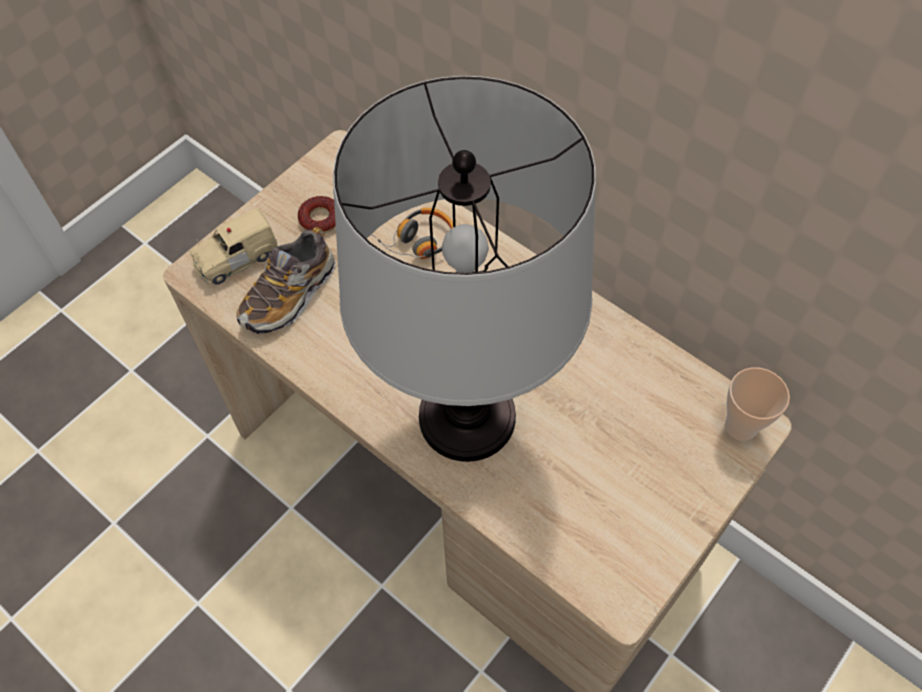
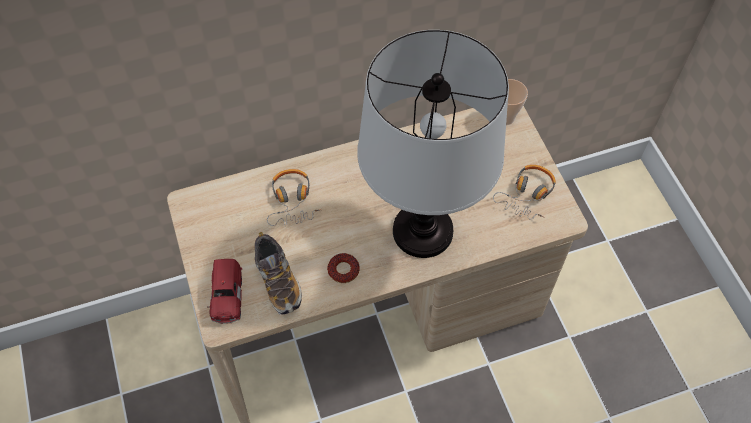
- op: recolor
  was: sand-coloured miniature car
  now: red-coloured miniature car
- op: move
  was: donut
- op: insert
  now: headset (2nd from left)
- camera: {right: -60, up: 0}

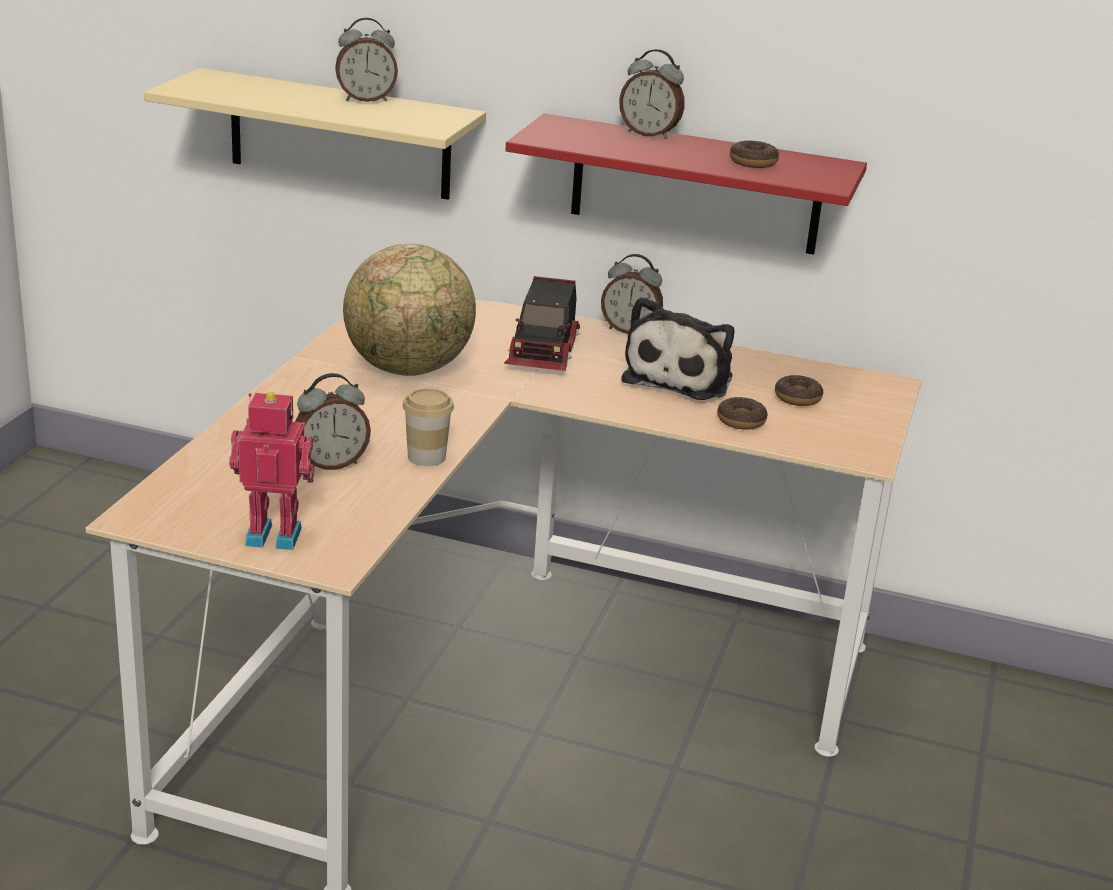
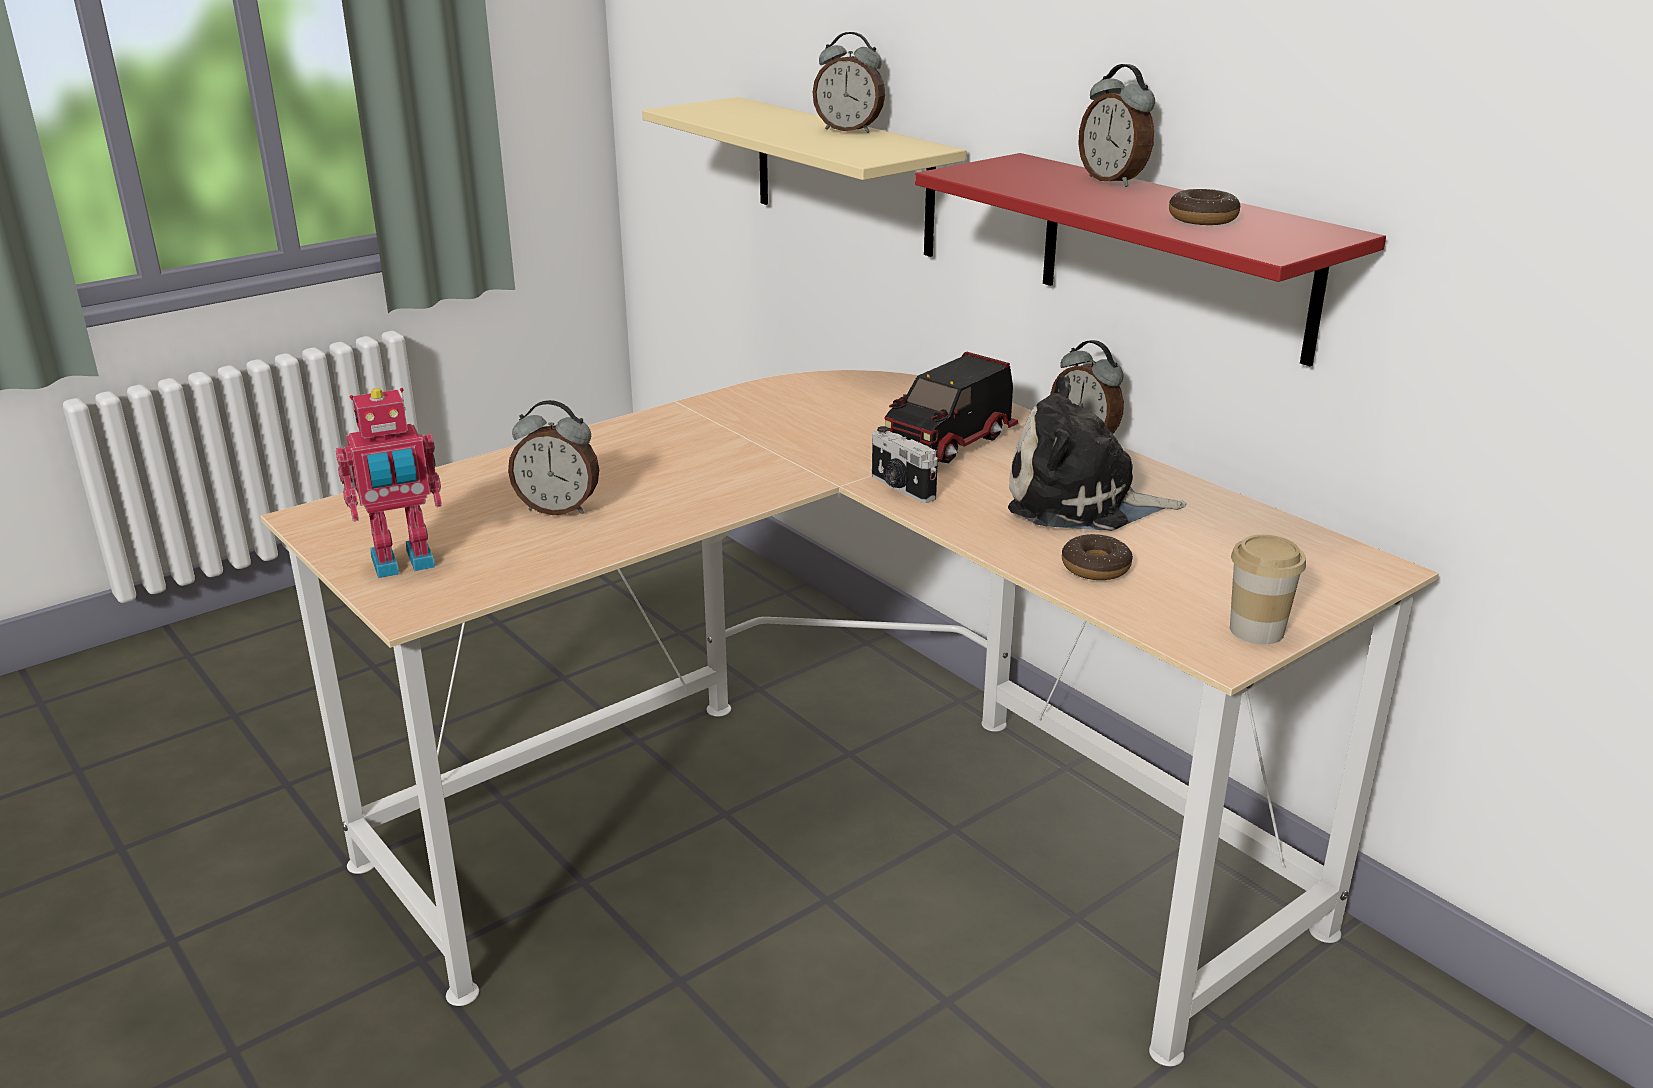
- op: rotate
  was: robot figure
  clockwise: 120
- op: delete
  was: globe
- op: move
  was: small cup
- op: rotate
  was: cuddly toy
  clockwise: 45
- op: delete
  was: donut (3rd from left)
- op: insert
  now: photo camera
- camera: {right: 35, up: 0}

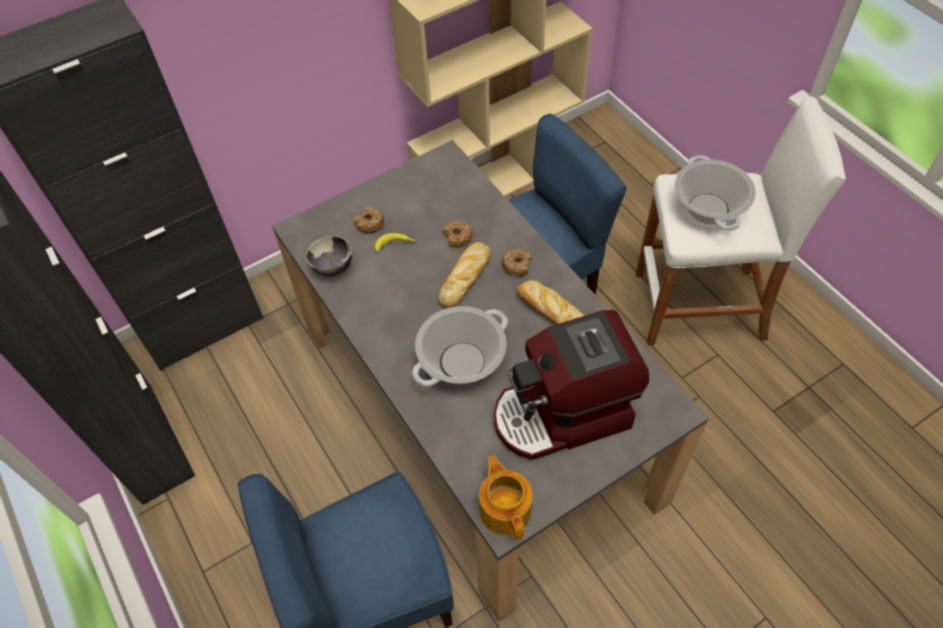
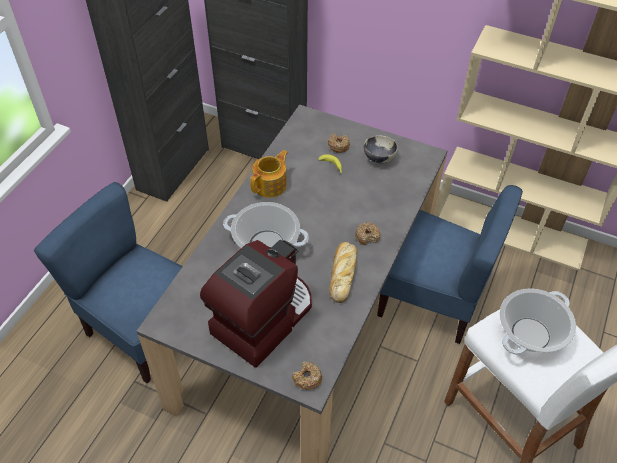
- op: move
  was: bowl
- op: delete
  was: baked bread (1st from left)
- op: move
  was: donut (2nd from left in the first image)
  now: donut (1st from left)
- op: move
  was: pot for tea
- op: rotate
  was: coffee maker
  clockwise: 90
- camera: {right: 55, up: -5}

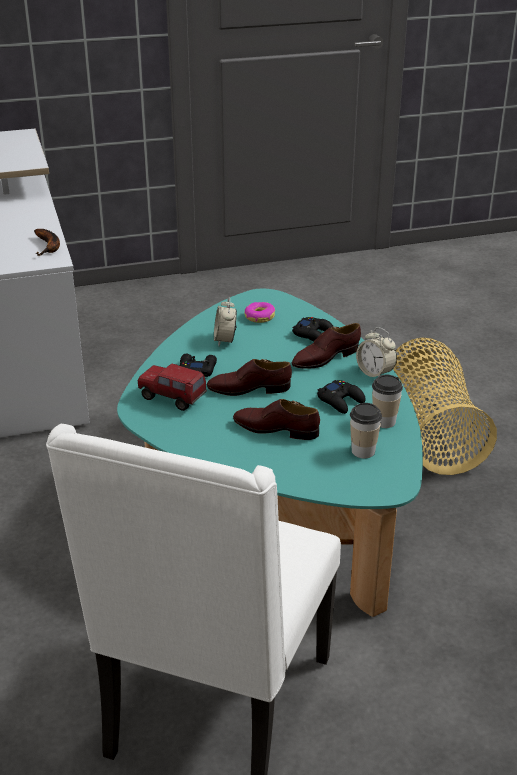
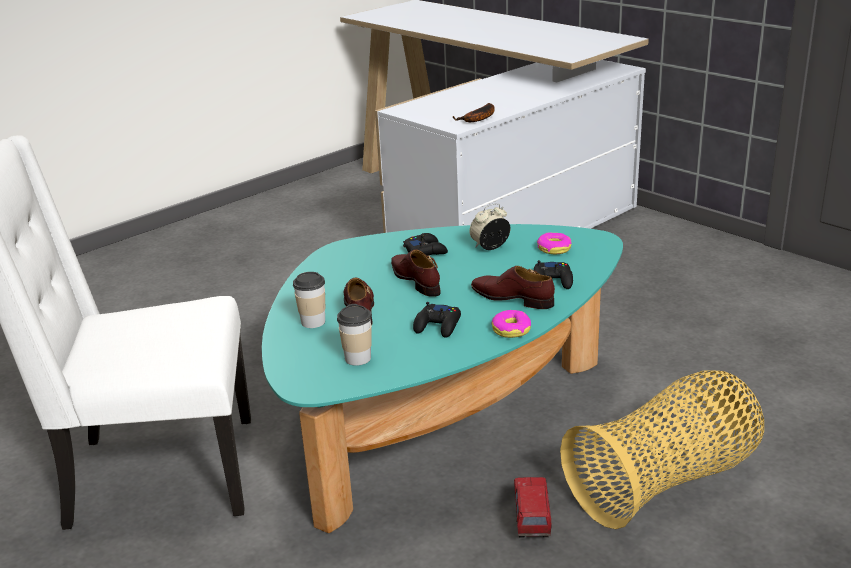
- op: move
  was: toy lorry
- op: replace
  was: table clock (2nd from left)
  now: donut (1st from left)
- op: move
  was: small cup (2nd from left in the first image)
  now: small cup (1st from left)
- camera: {right: 65, up: -5}

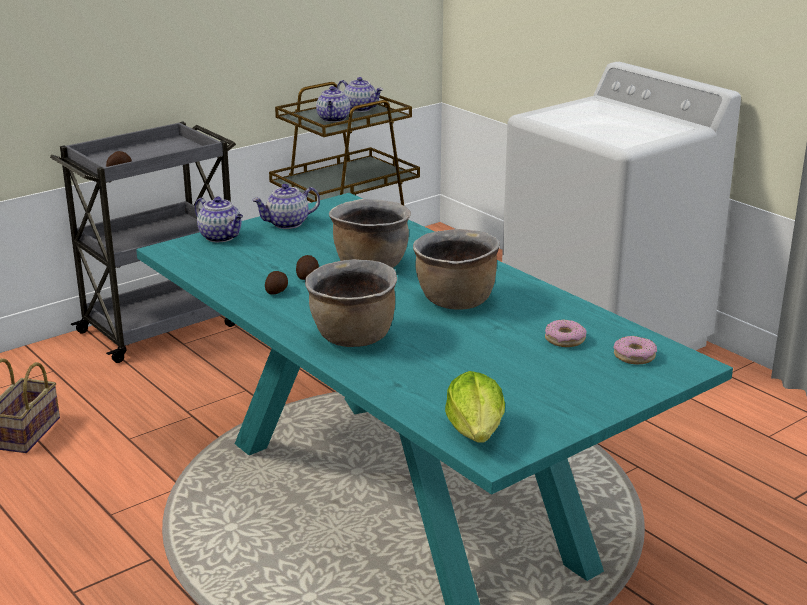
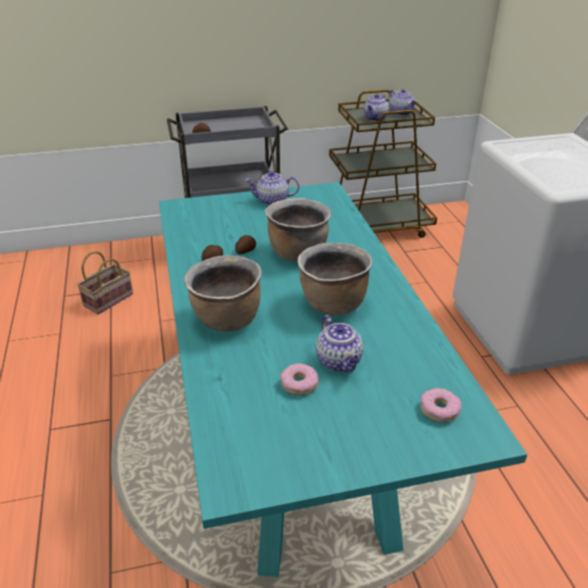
- op: move
  was: pot for tea (1st from left in the first image)
  now: pot for tea (2nd from left)
- op: delete
  was: lettuce
- op: move
  was: donut (1st from left)
- camera: {right: 25, up: 10}

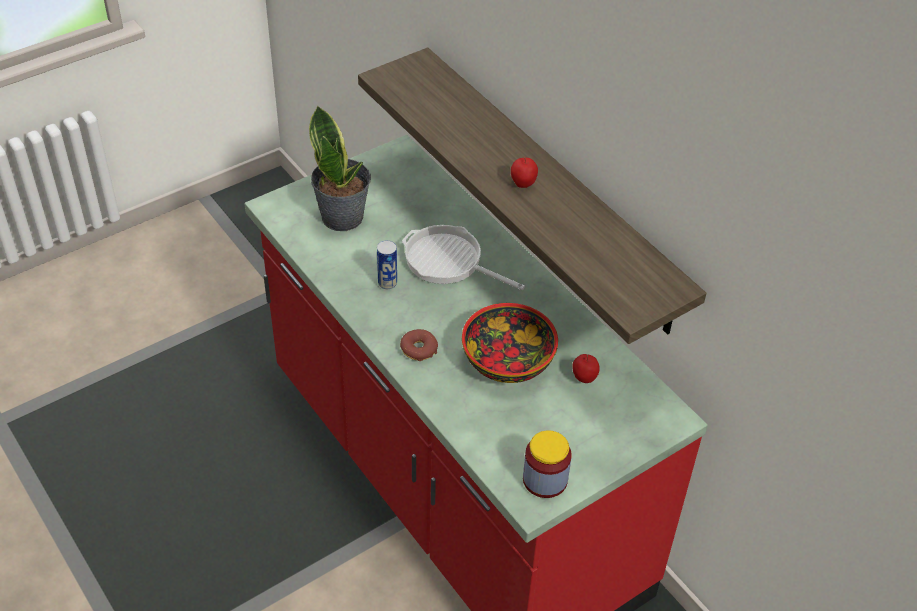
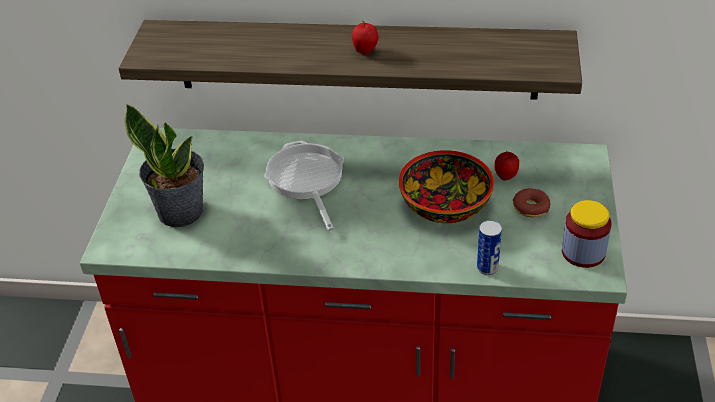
- op: move
  was: metal can
- op: move
  was: donut
- op: rotate
  was: pan
  clockwise: 90
- camera: {right: -45, up: -5}

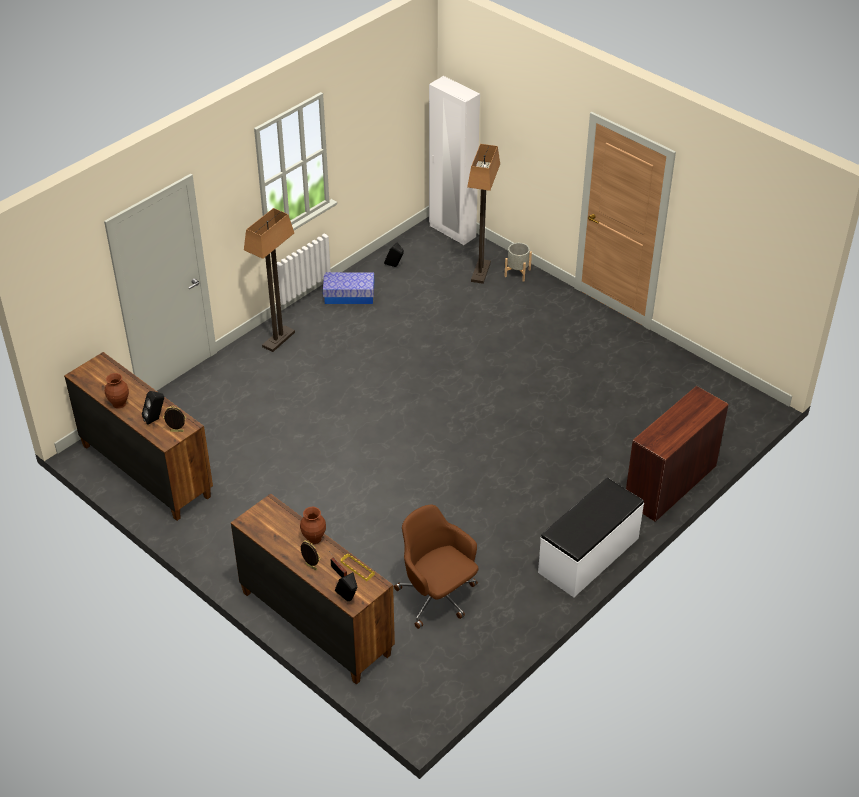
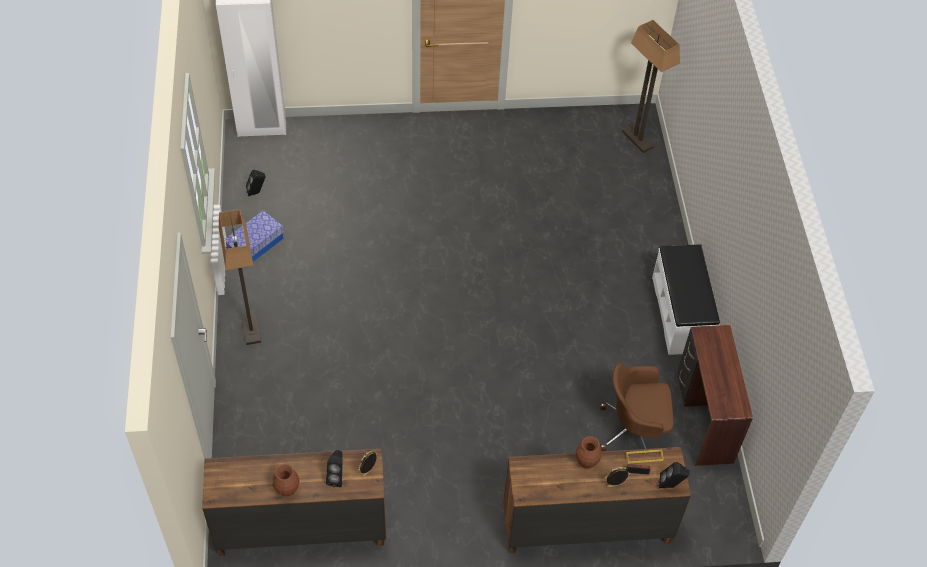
- op: move
  was: standing lamp (2nd from left)
- op: delete
  was: gray flower pot
- op: move
  was: brownish desk unit
- camera: {right: -50, up: 10}

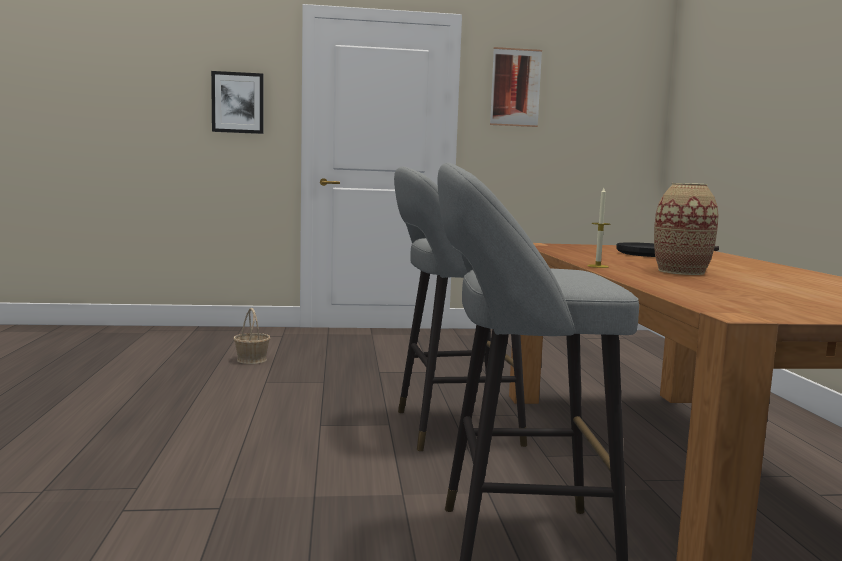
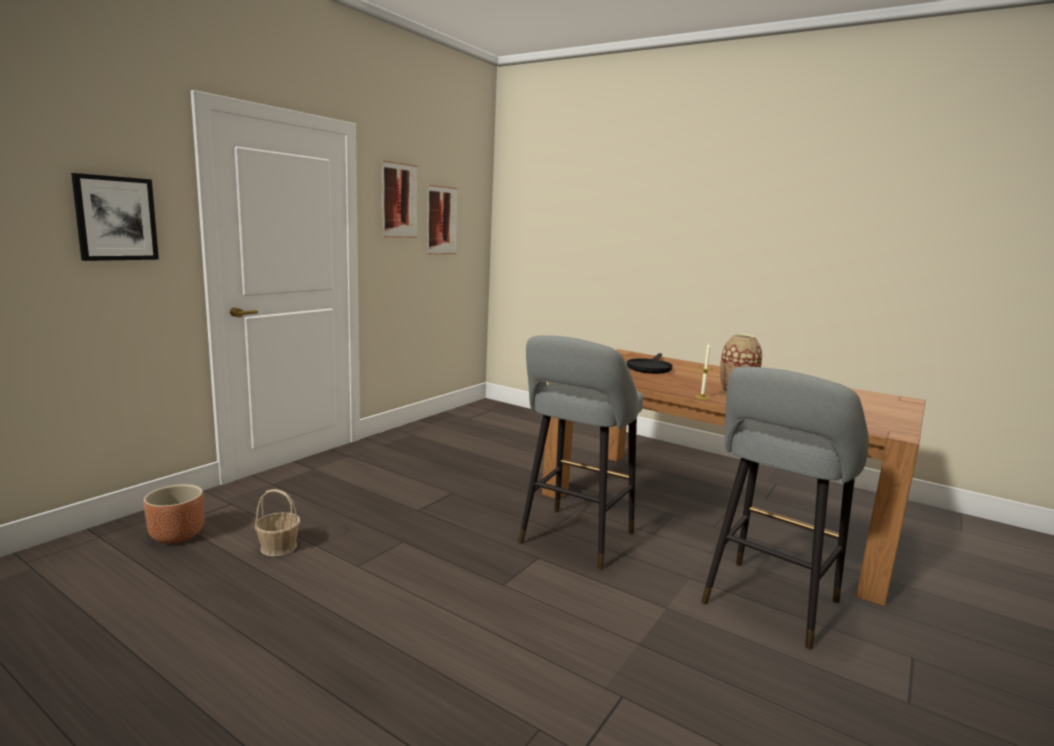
- op: insert
  now: brownish flower pot
- op: insert
  now: picture (3rd from left)
- camera: {right: -50, up: 5}

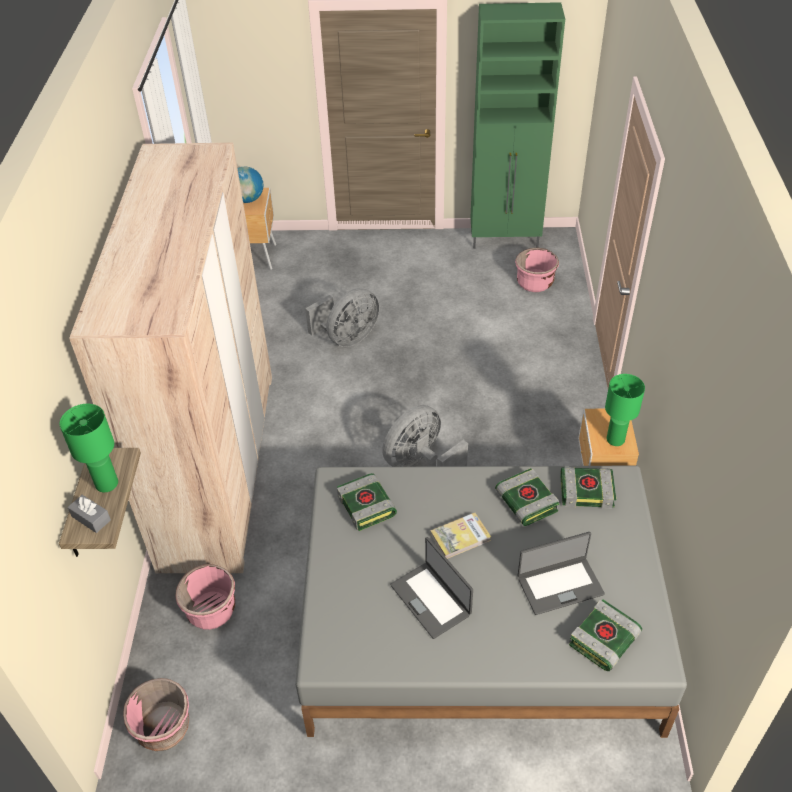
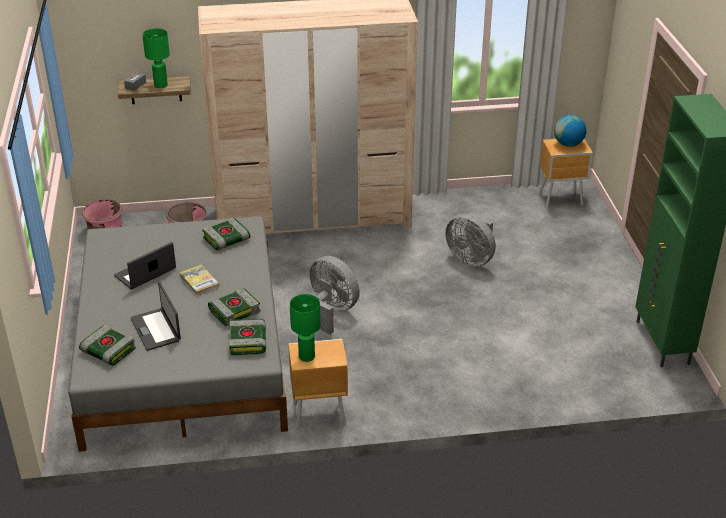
- op: delete
  was: pinkish flower pot (3rd from left)
- camera: {right: 80, up: -10}

